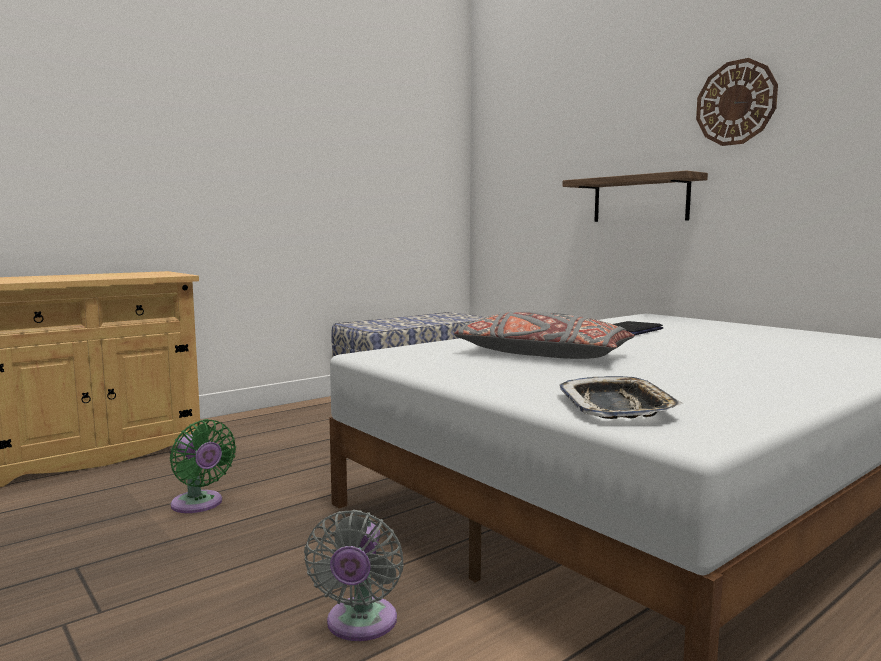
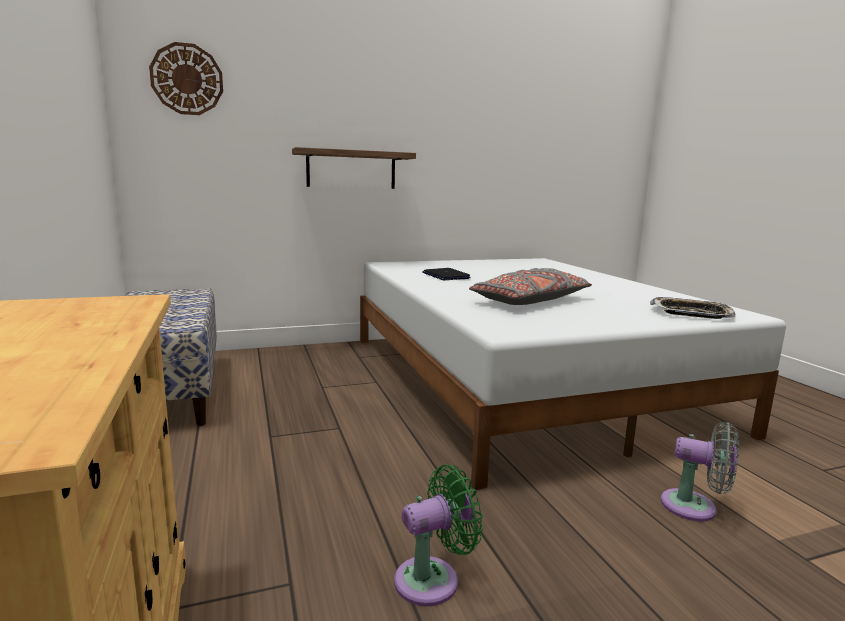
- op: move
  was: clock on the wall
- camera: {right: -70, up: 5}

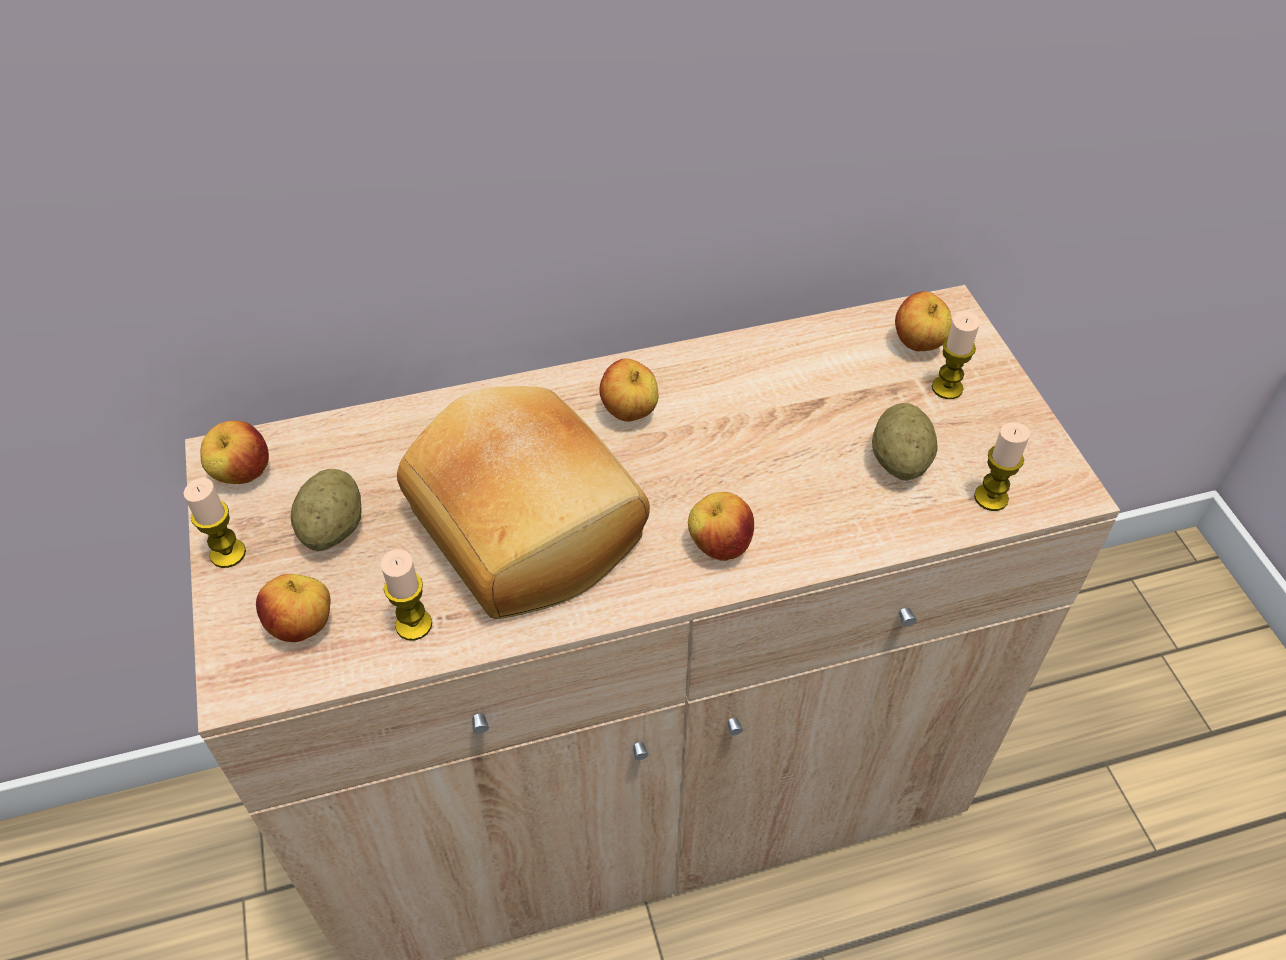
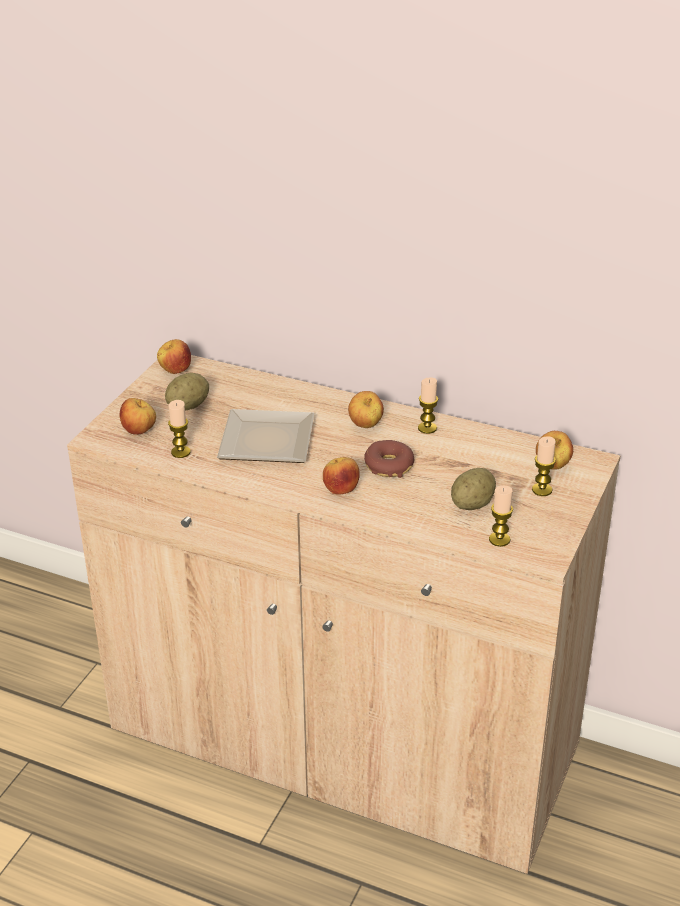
- op: move
  was: wax light (1st from left in the first image)
  now: wax light (2nd from left)
- op: replace
  was: baked bread
  now: plate
- op: insert
  now: donut
- camera: {right: 40, up: -15}

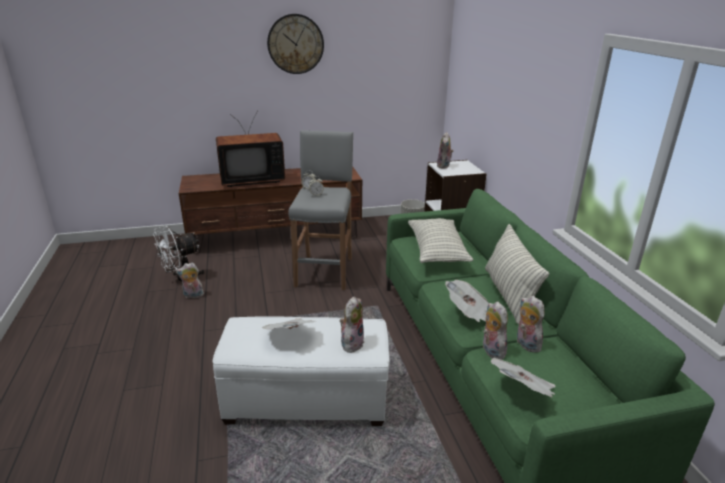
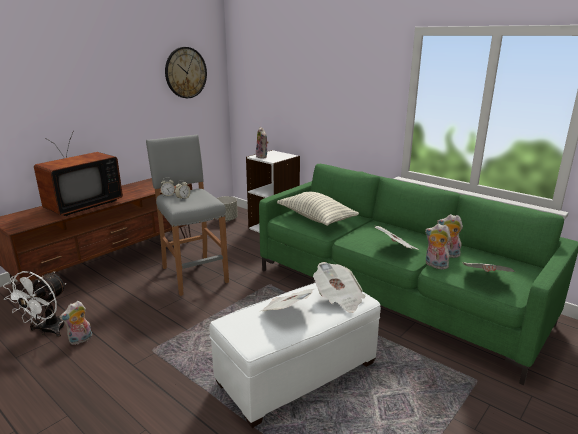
- op: move
  was: clock on the wall
- op: replace
  was: cuddly toy (2nd from left)
  now: daily paper (2nd from left)
- op: delete
  was: cushion (2nd from left)
- camera: {right: -35, up: -5}

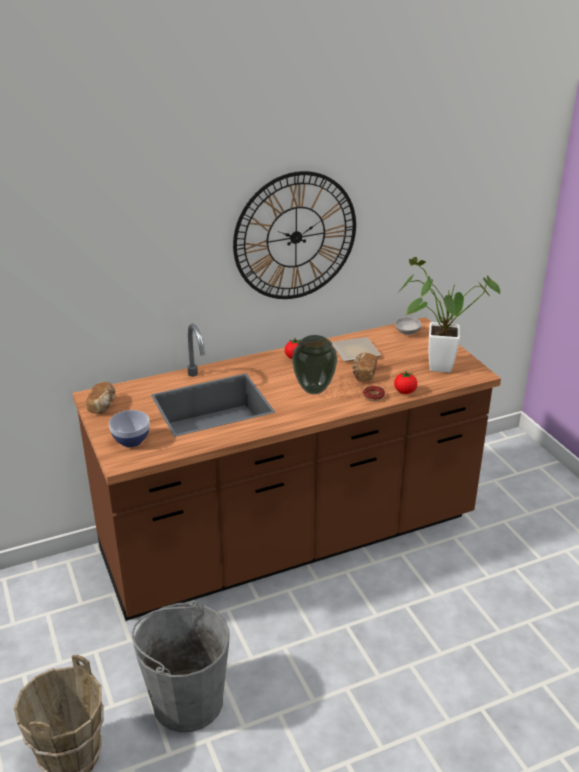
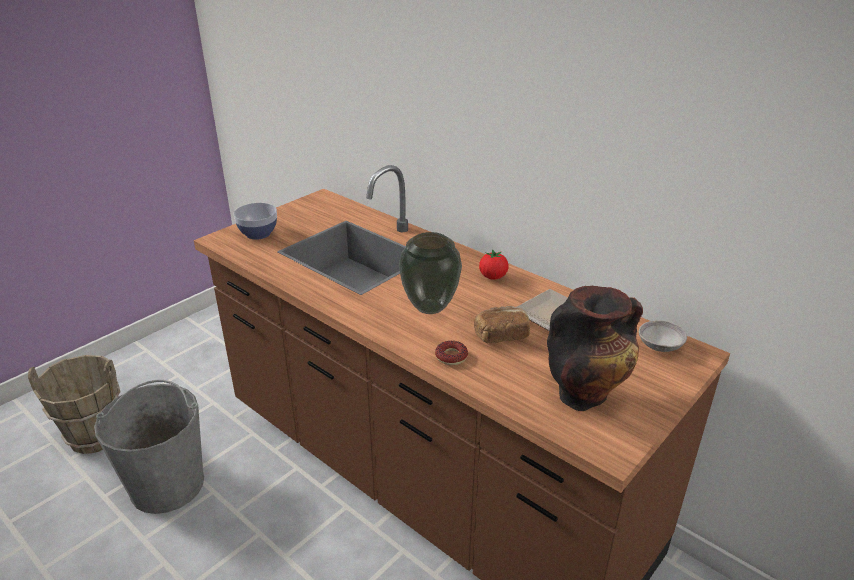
- op: delete
  was: baked bread (1st from left)
- op: delete
  was: clock on the wall
- op: delete
  was: whole tomato (2nd from left)
- op: replace
  was: plant in a pot
  now: flower vase (2nd from left)
- camera: {right: 65, up: 0}

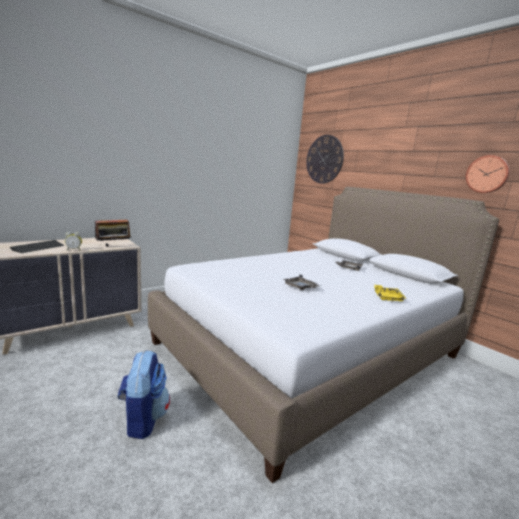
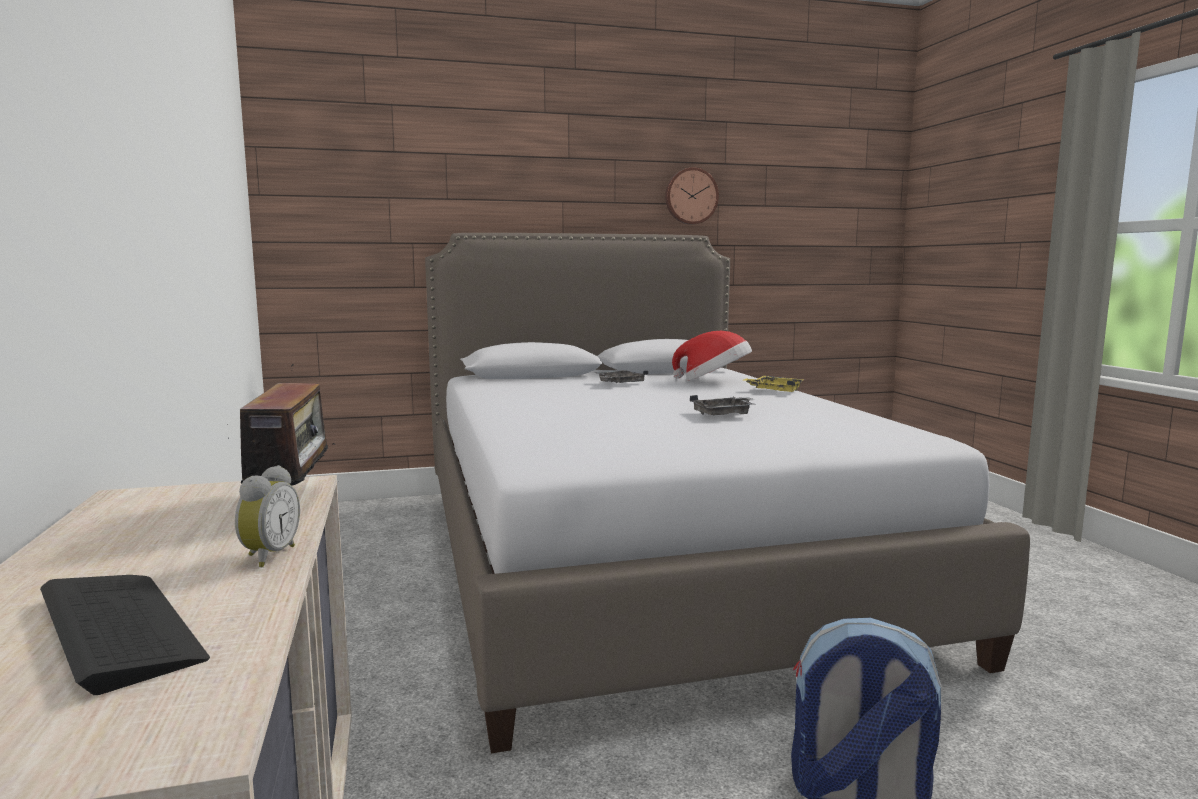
- op: delete
  was: clock on the wall (1st from left)
- op: insert
  now: hat
- camera: {right: -65, up: -5}

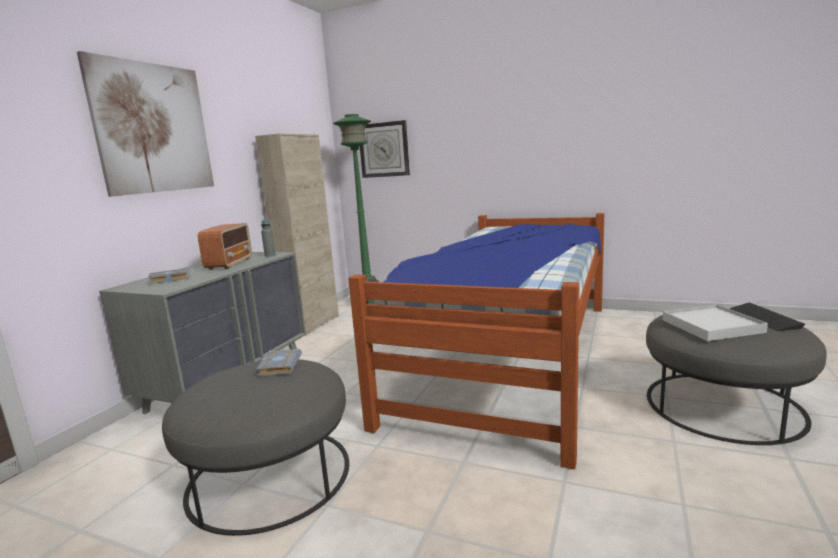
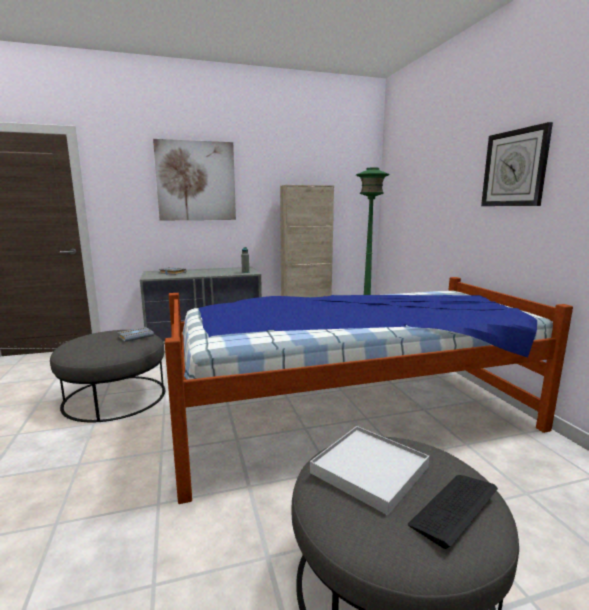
- op: delete
  was: radio
- op: move
  was: clock on the wall
- camera: {right: 50, up: 0}

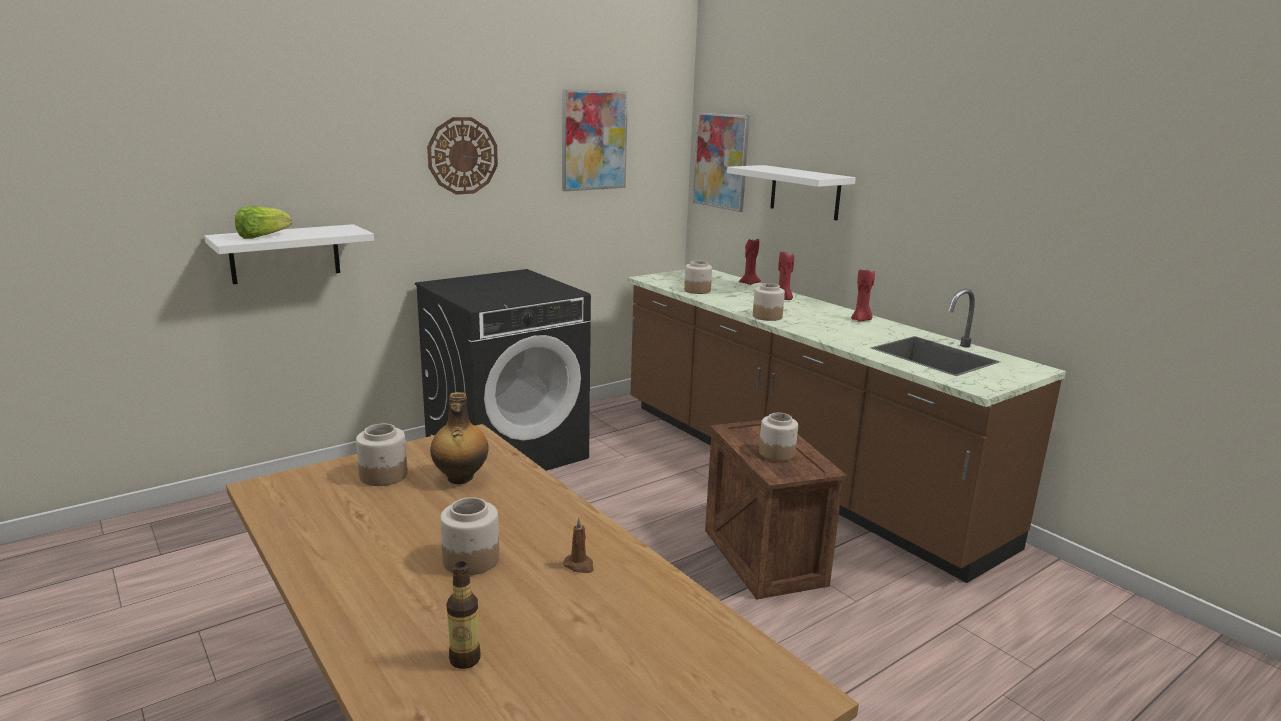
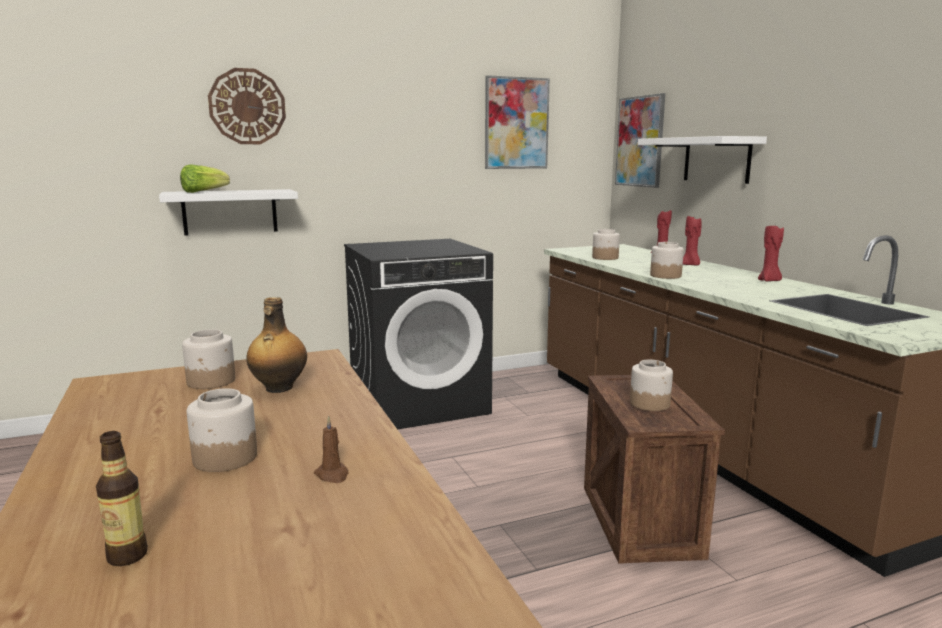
- op: move
  was: clock on the wall
- camera: {right: 15, up: -5}

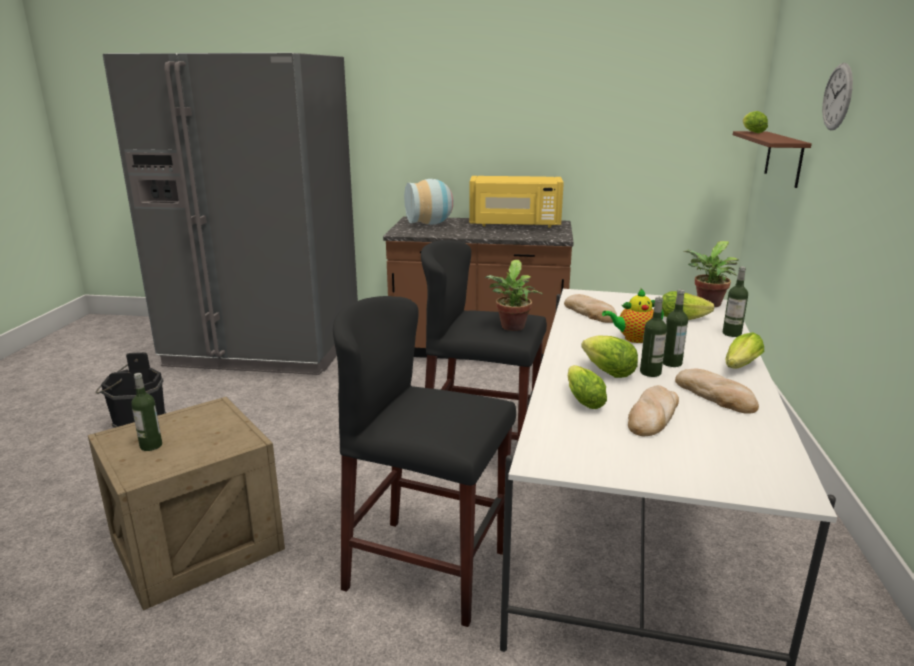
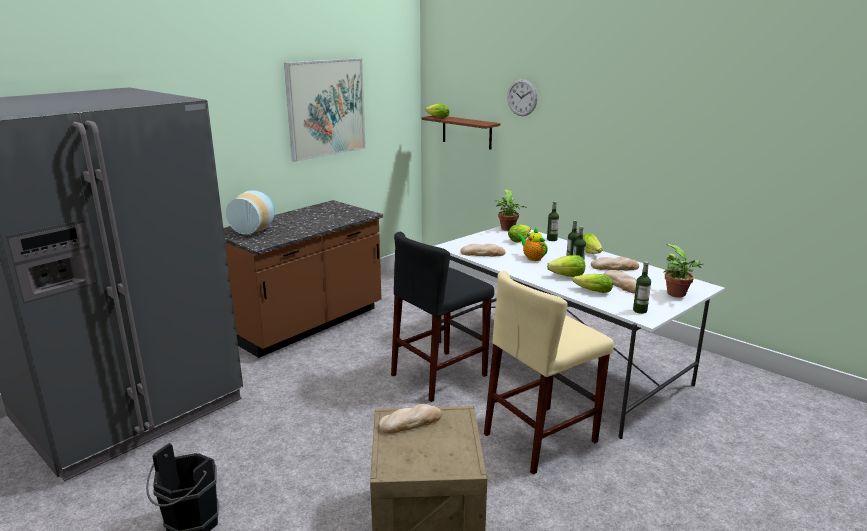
- op: move
  was: bottle (1st from left in the first image)
  now: bottle (4th from left)
- op: recolor
  was: black sitting stool (1st from left)
  now: sand-coloured sitting stool
- op: delete
  was: yellow microwave oven
- op: move
  was: plant in a pot (1st from left in the first image)
  now: plant in a pot (2nd from left)
- op: rotate
  was: pot for tea
  clockwise: 120
- op: insert
  now: picture
- op: insert
  now: baked bread (1st from left)
- camera: {right: -55, up: 0}

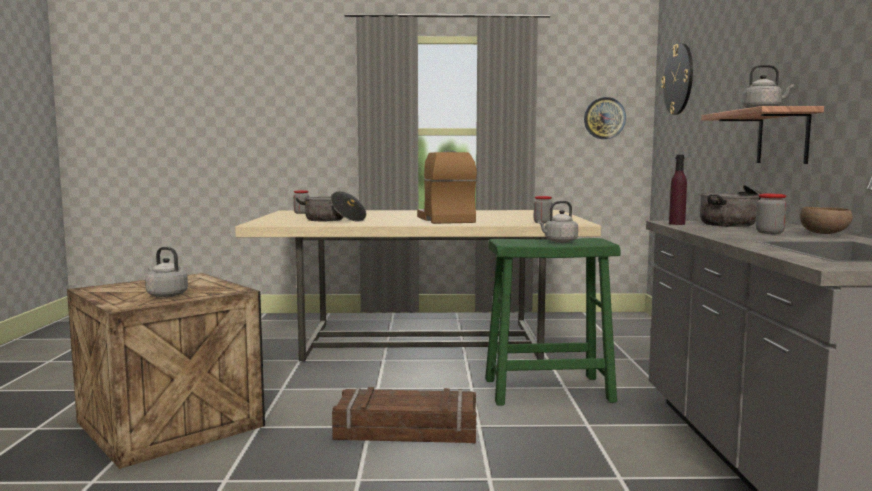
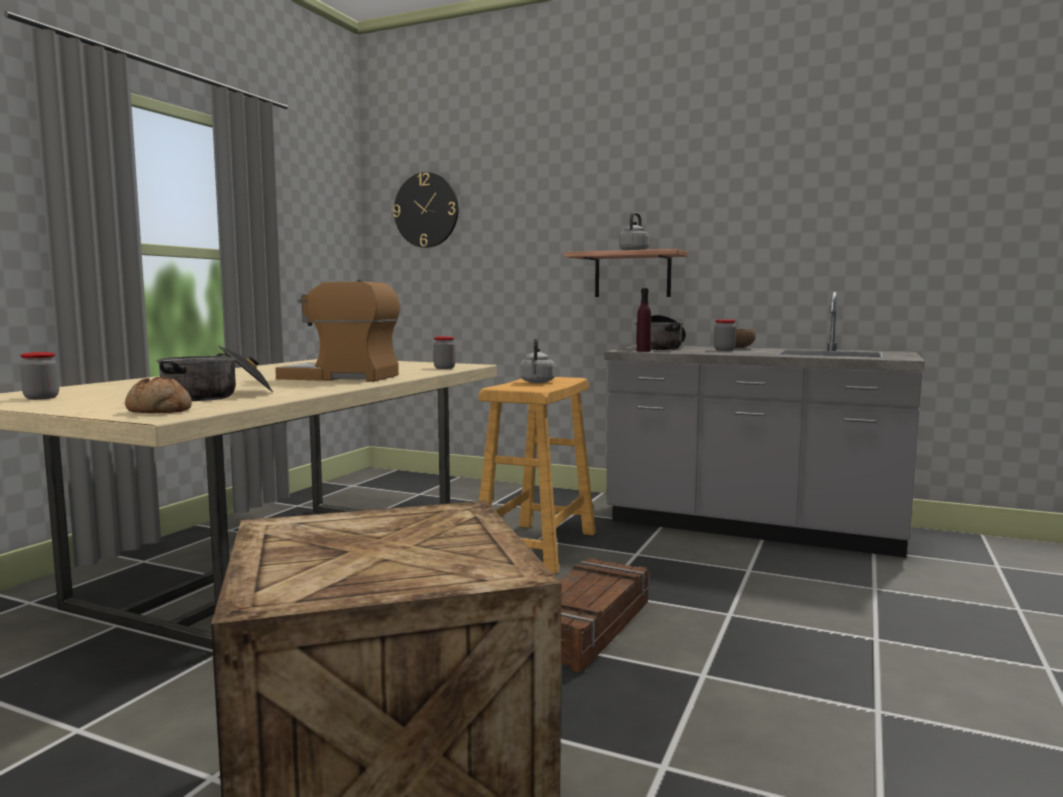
- op: delete
  was: gray kettle (1st from left)
- op: recolor
  was: green sitting stool
  now: sand-coloured sitting stool
- op: delete
  was: clock on the wall (1st from left)
- op: insert
  now: baked bread
- camera: {right: -65, up: 0}

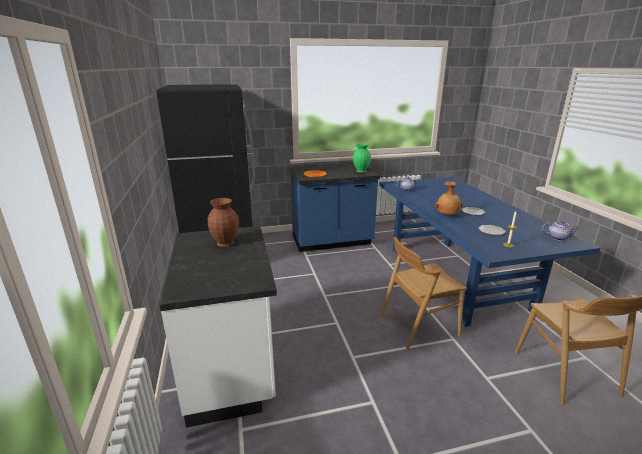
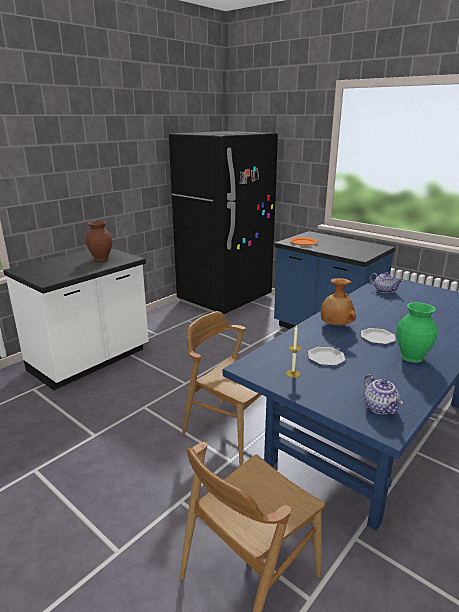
- op: move
  was: green flower vase
- camera: {right: 55, up: 0}

